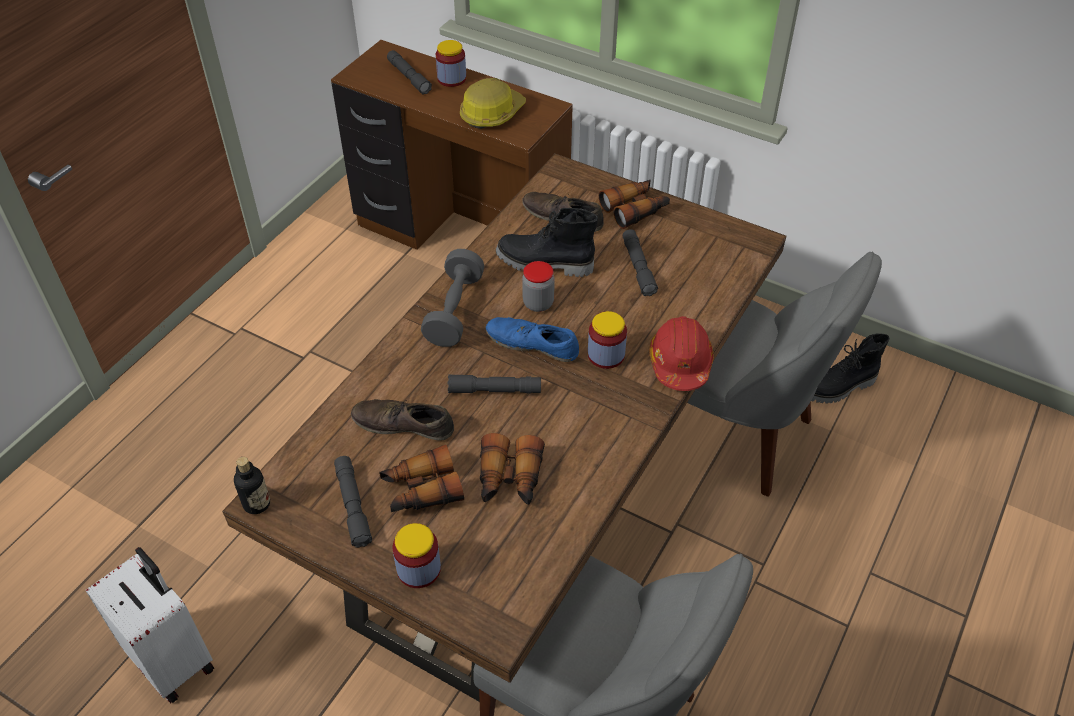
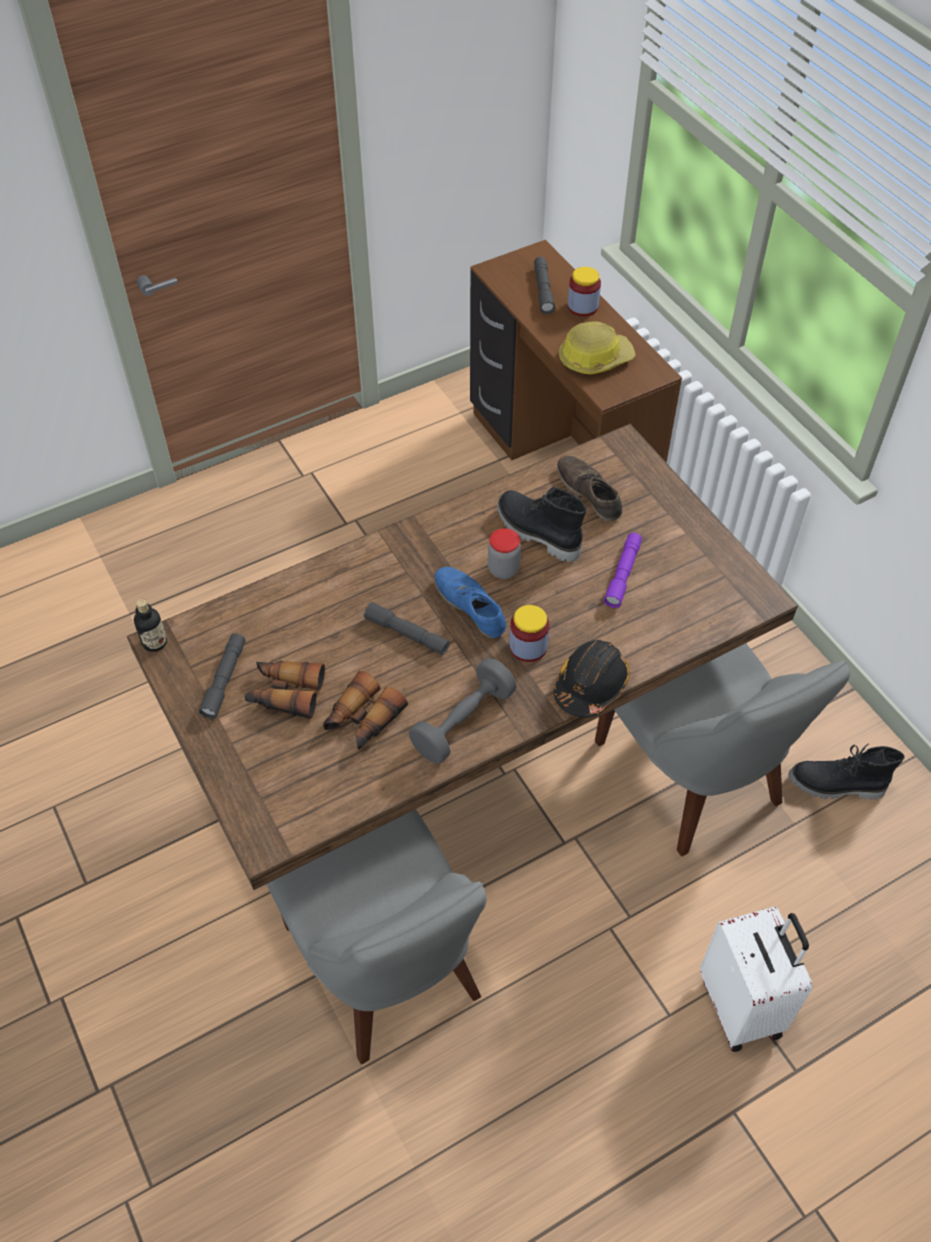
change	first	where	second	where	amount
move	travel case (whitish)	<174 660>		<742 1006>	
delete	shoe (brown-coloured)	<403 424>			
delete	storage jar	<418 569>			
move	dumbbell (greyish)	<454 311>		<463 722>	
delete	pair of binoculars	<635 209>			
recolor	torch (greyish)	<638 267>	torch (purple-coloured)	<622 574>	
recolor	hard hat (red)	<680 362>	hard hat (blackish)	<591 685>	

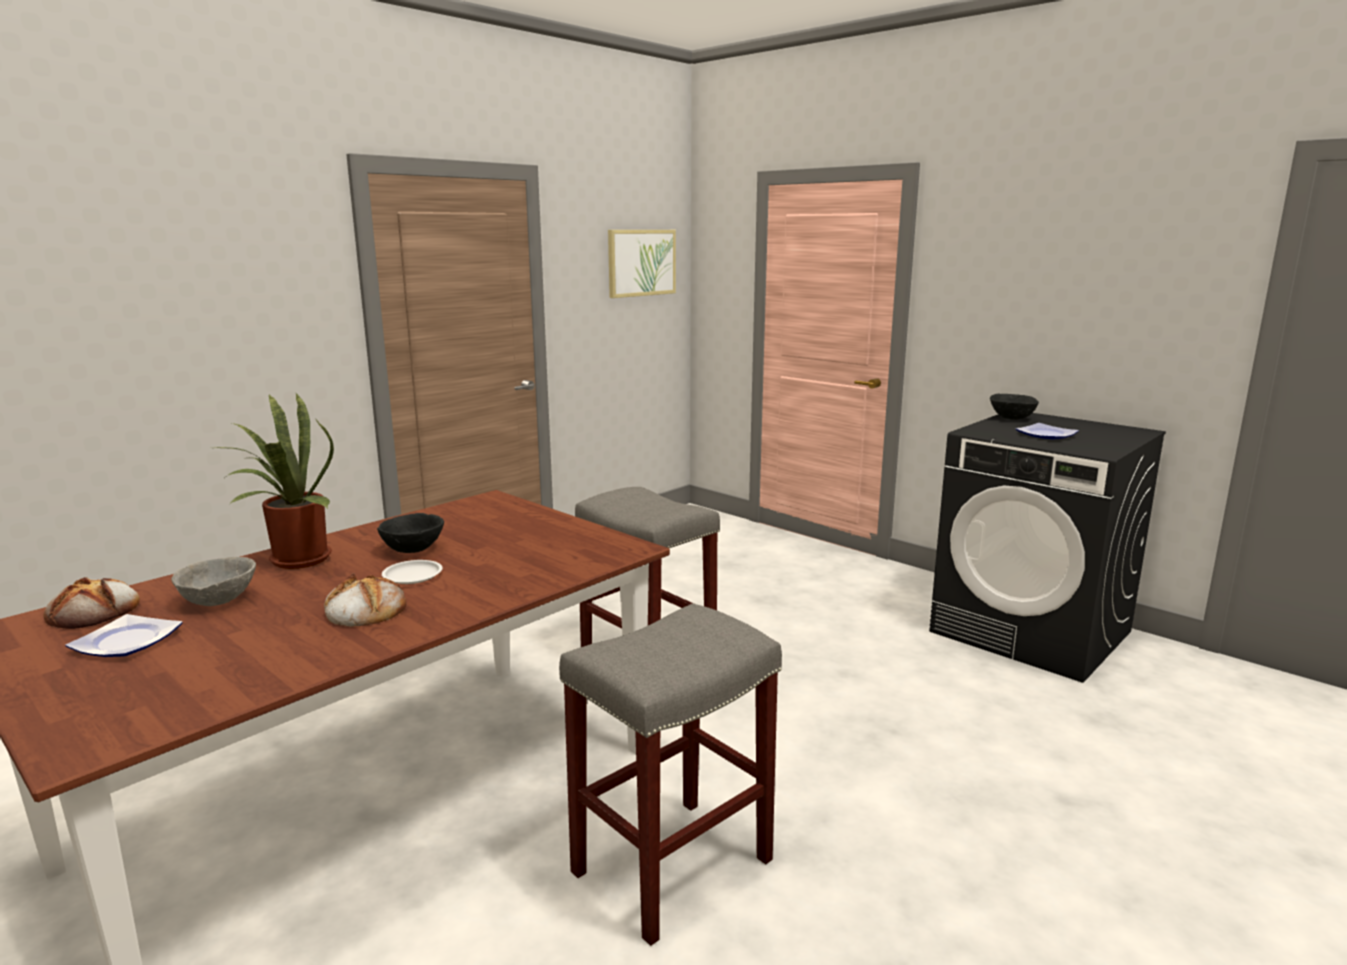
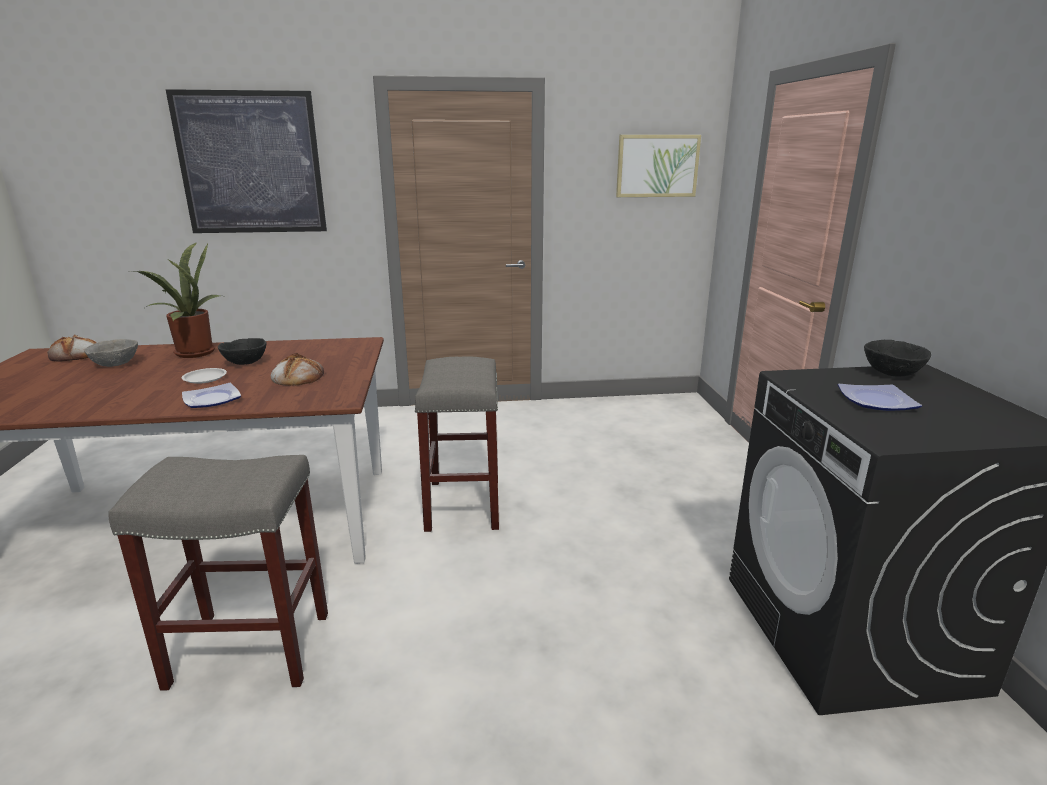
change	first	where	second	where	amount
move	dinner plate	<129 641>		<213 399>	
move	baked bread	<364 609>		<297 377>	
insert			wall art	<251 163>	

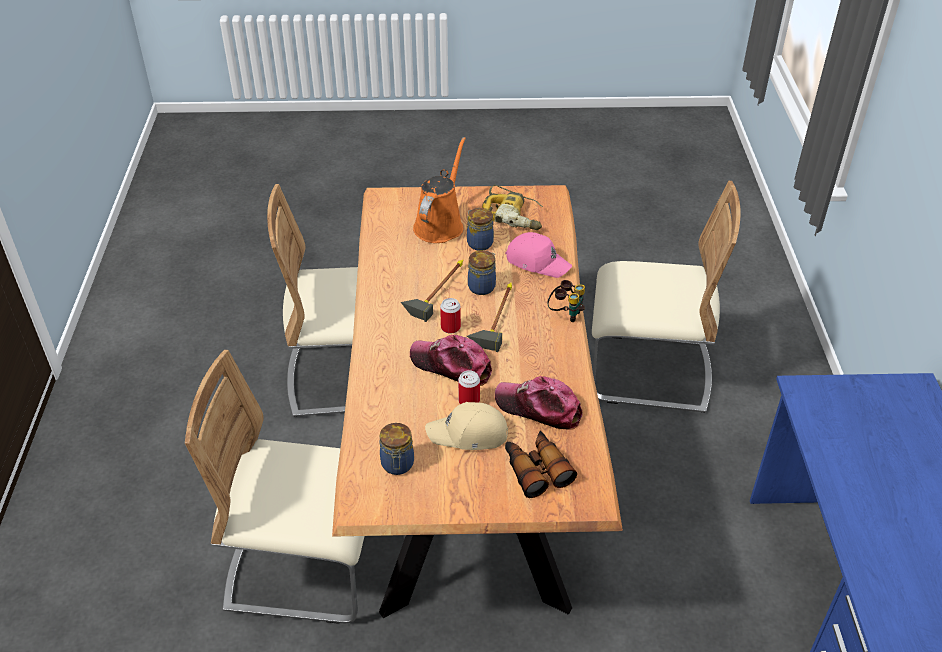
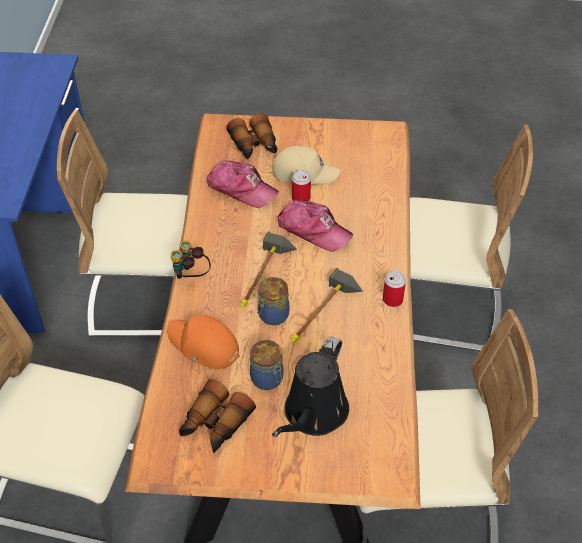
change	first	where	second	where	amount
delete	storage jar	<397 465>			
recolor	sprinkling can (orange-coloured)	<440 224>	sprinkling can (blackish)	<313 414>	
move	can	<450 327>		<392 300>	
replace	power drill	<514 215>	pair of binoculars	<215 425>	
recolor	peaked cap (pinkish)	<537 261>	peaked cap (orange-coloured)	<203 346>	
insert			upright chair (beige)	<150 299>	

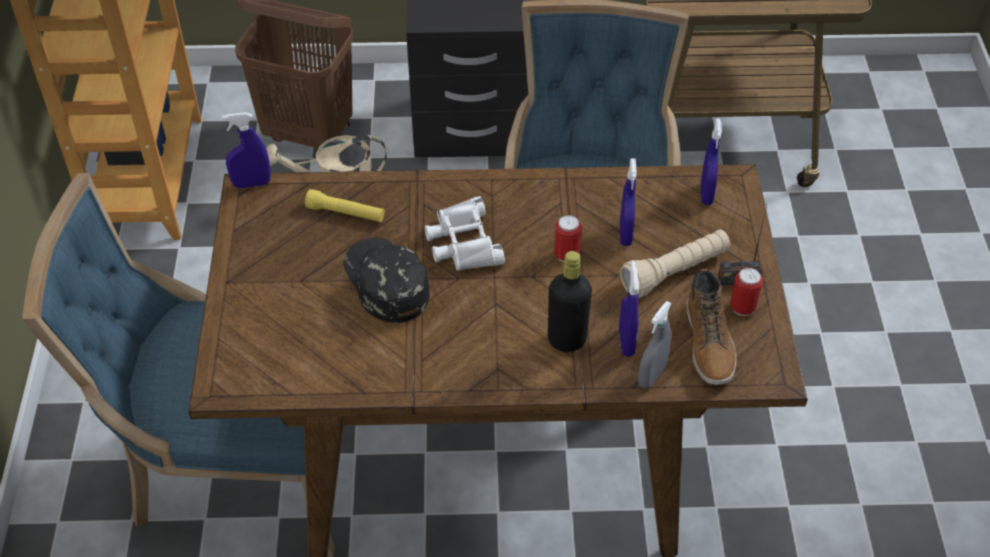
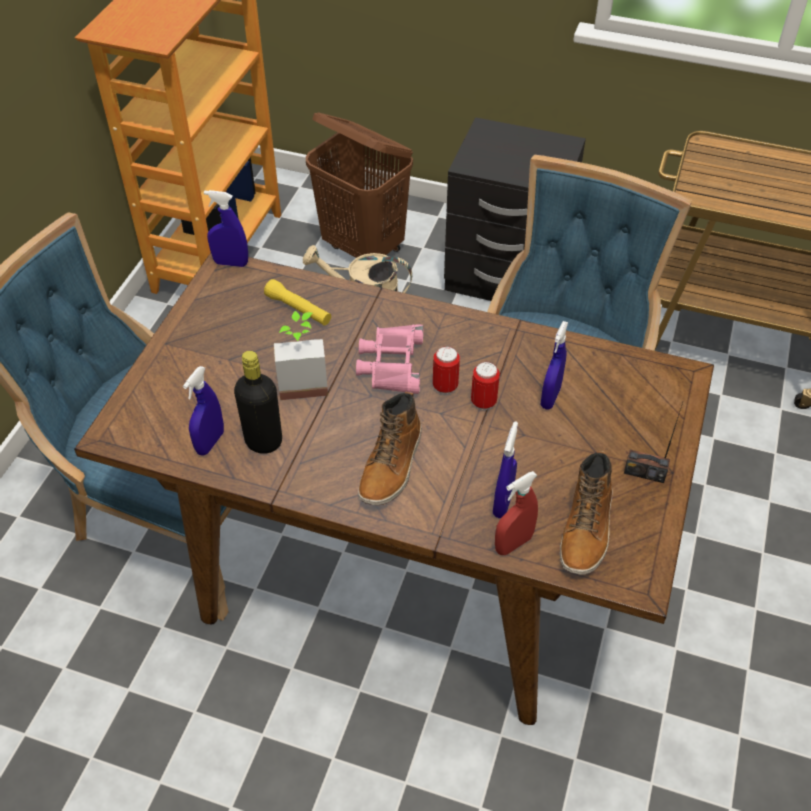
change	first	where	second	where	amount
replace	peaked cap (blackish)	<385 282>	potted plant	<302 381>	
recolor	pair of binoculars (whitish)	<462 242>	pair of binoculars (pinkish)	<391 364>	
move	drink bottle (blackish)	<567 340>		<264 441>	
delete	torch (beige)	<675 272>			
recolor	sprayer (greyish)	<652 375>	sprayer (red)	<513 544>	
move	sprayer (bluish)	<706 194>		<210 442>	
move	can	<742 308>		<445 386>	
insert			high-top boot	<392 465>	

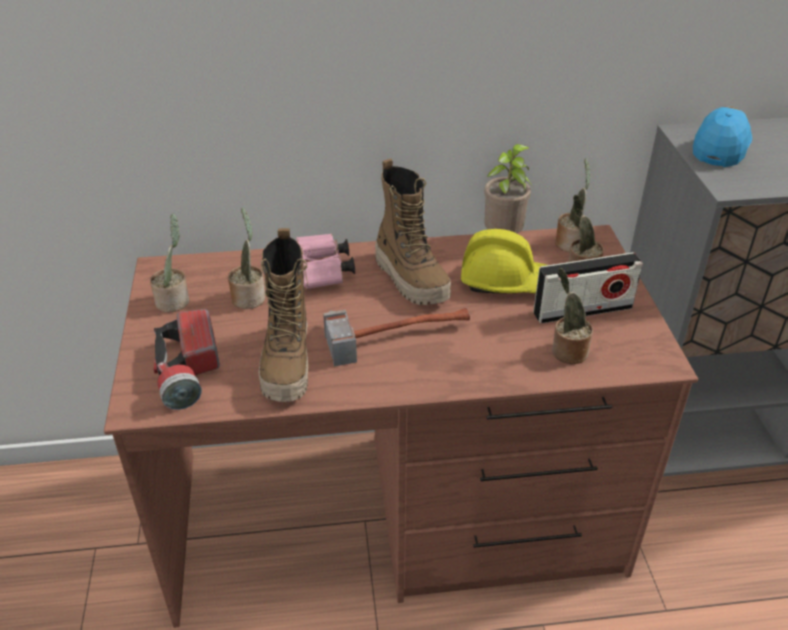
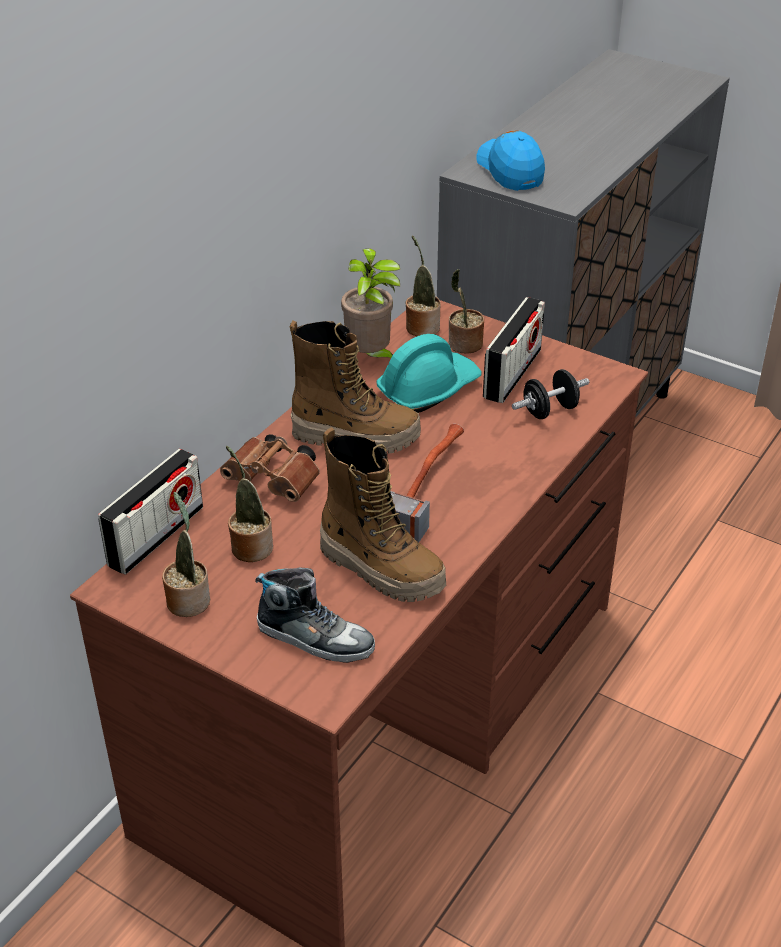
change	first	where	second	where	amount
replace	torch	<188 371>	shoe	<315 637>	
recolor	pair of binoculars (pinkish)	<323 273>	pair of binoculars (brown-coloured)	<276 482>	
recolor	hard hat (yellowish)	<506 282>	hard hat (blue-green)	<428 389>	
replace	potted plant	<567 351>	dumbbell (blackish)	<549 410>	
insert			radio	<156 536>	

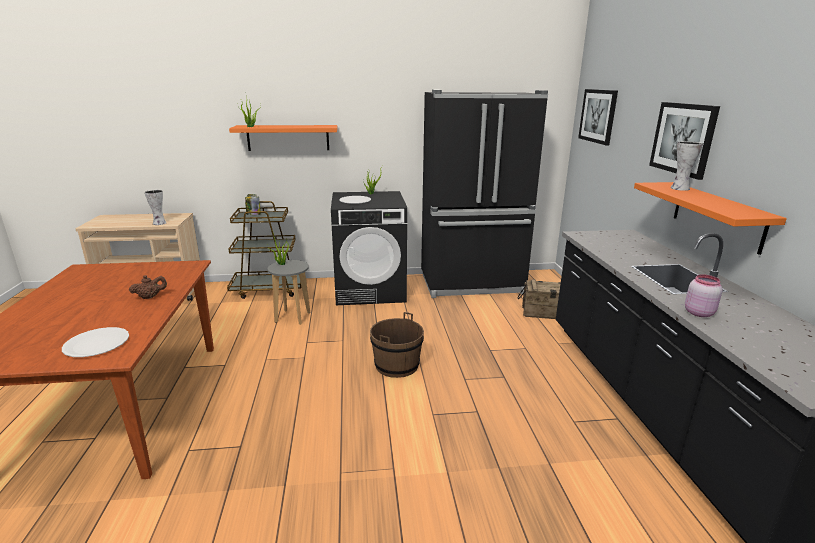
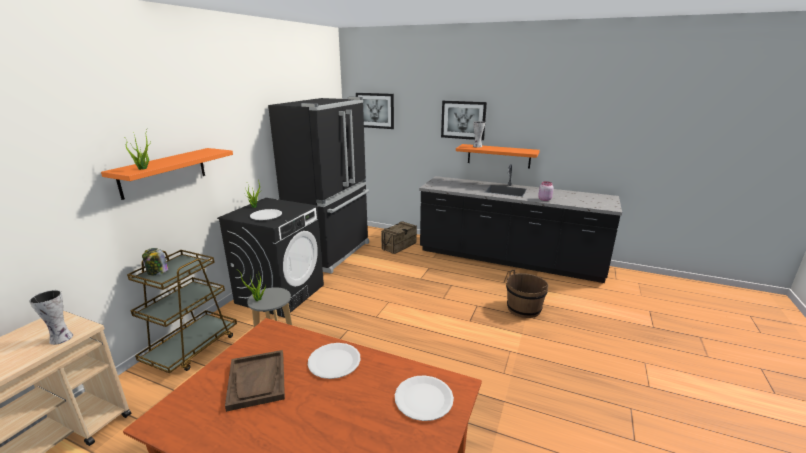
change	first	where	second	where	amount
replace	tea pot (brown-coloured)	<150 297>	dinner plate (whitish)	<334 361>	
move	pail (brown-coloured)	<397 365>		<523 308>	
insert			carrying tray (brown-coloured)	<257 380>	

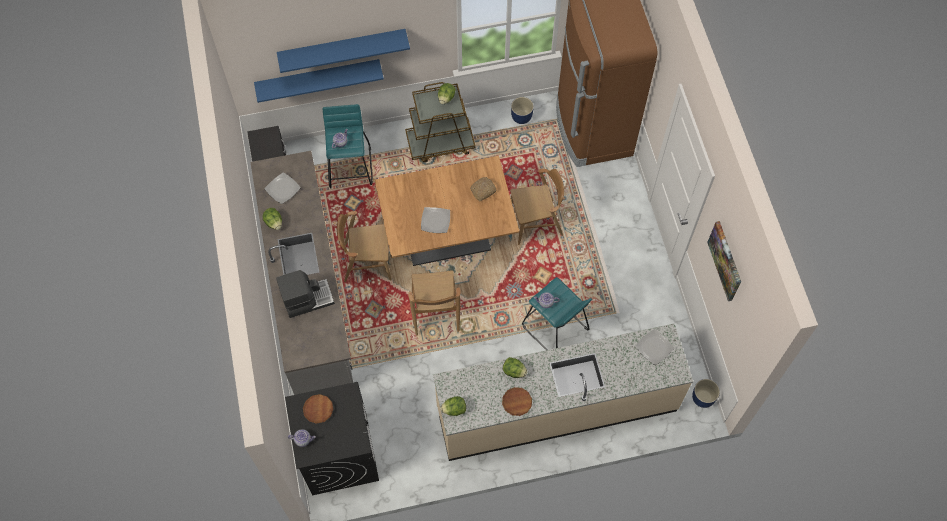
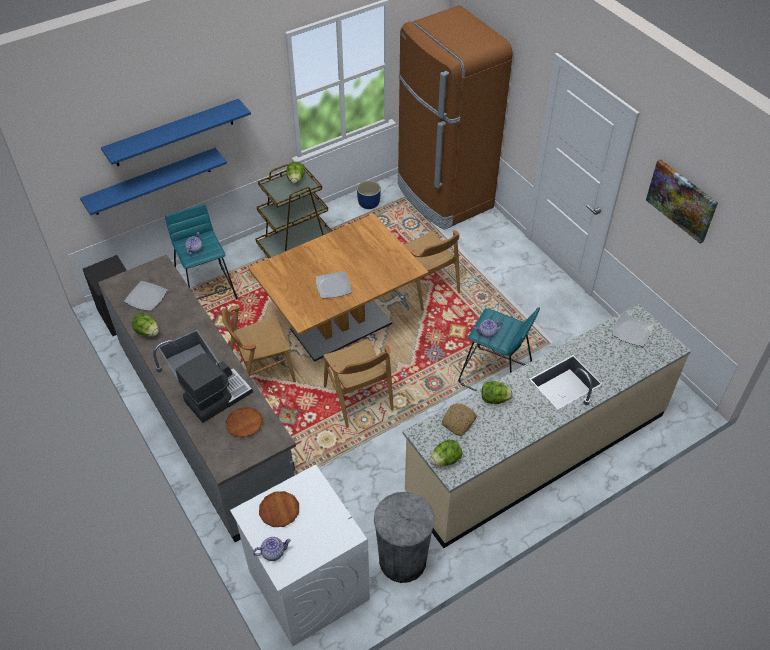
change	first	where	second	where	amount
recolor	laundry appliance (blackish)	<339 453>	laundry appliance (whitish)	<307 584>	
move	baked bread	<483 191>		<458 422>	
move	dinner plate (brown-coloured)	<517 402>		<244 424>	
rotate	upright chair (brown-coloured)	<535 222>		<426 286>	90 degrees clockwise
delete	flower pot (bluish)	<703 398>			
insert			rubbish bin (greyish)	<402 560>	

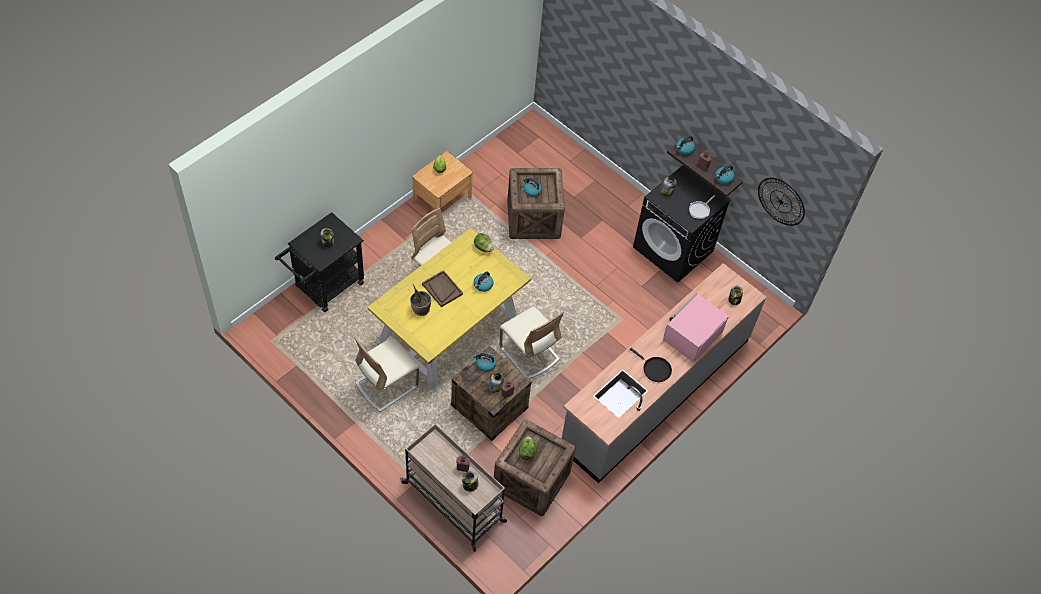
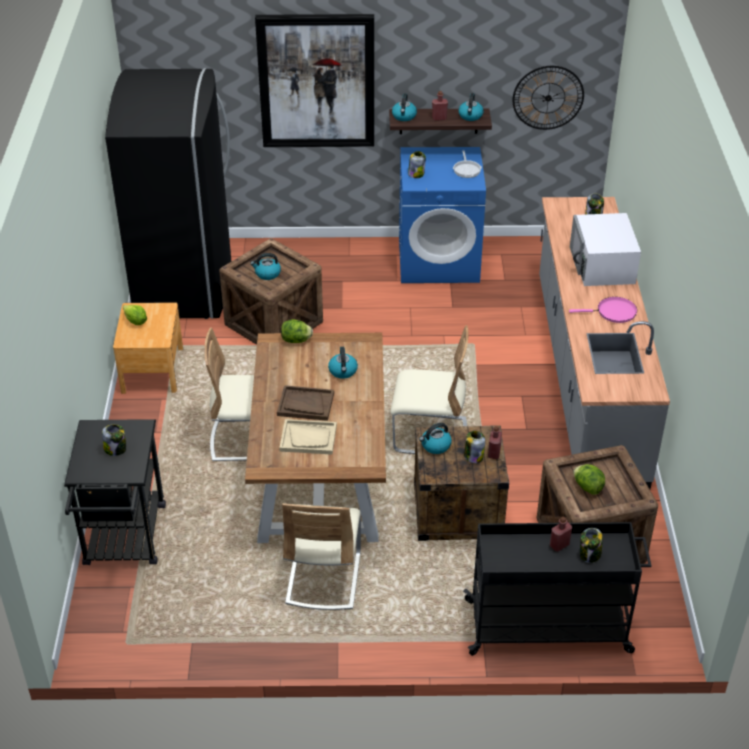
change	first	where	second	where	amount
recolor	dinner table (yellowish)	<449 329>	dinner table (brown-coloured)	<319 475>	
recolor	trolley (beige)	<454 503>	trolley (blackish)	<549 626>	
replace	potted plant	<420 309>	carrying tray (beige)	<308 438>	
recolor	skillet (blackish)	<655 369>	skillet (pinkish)	<613 312>	
recolor	laundry appliance (blackish)	<673 249>	laundry appliance (bluish)	<439 260>	
recolor	microwave (pinkish)	<692 335>	microwave (whitish)	<602 265>	
insert			kitchen fridge (blackish)	<185 282>	
insert			wall art	<316 81>	

